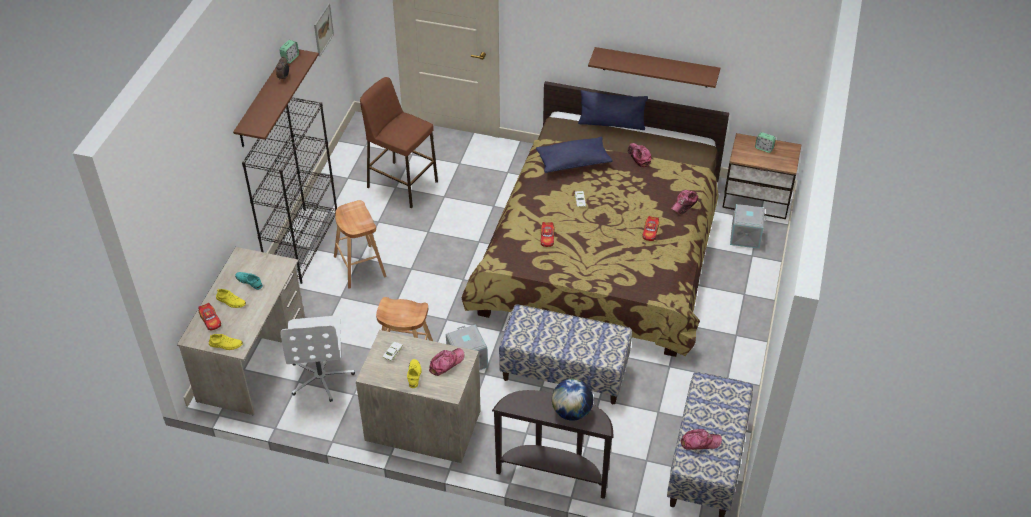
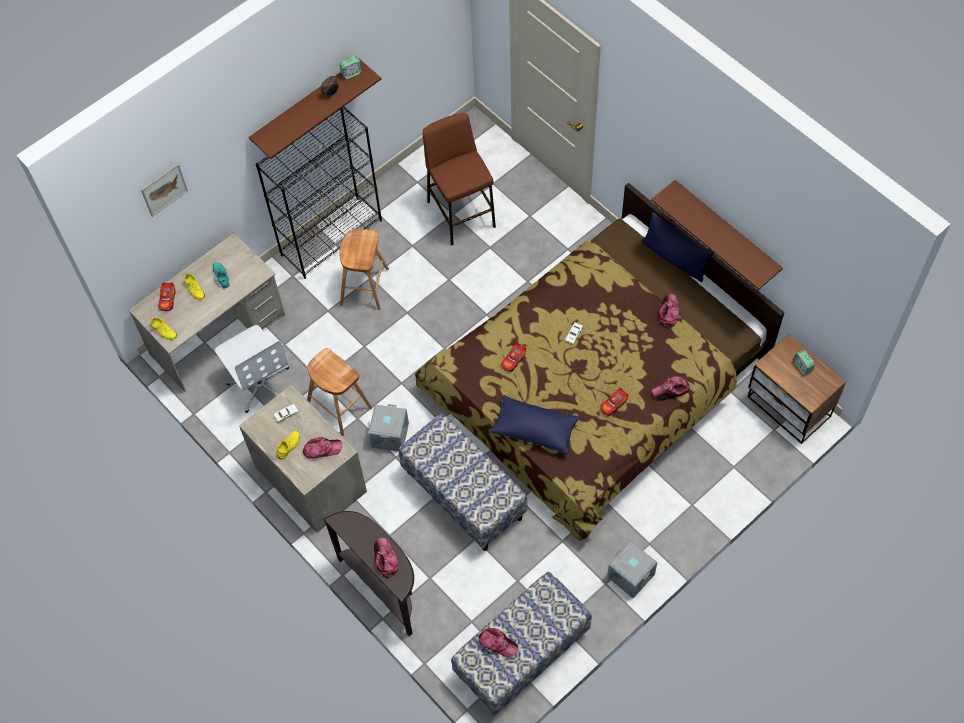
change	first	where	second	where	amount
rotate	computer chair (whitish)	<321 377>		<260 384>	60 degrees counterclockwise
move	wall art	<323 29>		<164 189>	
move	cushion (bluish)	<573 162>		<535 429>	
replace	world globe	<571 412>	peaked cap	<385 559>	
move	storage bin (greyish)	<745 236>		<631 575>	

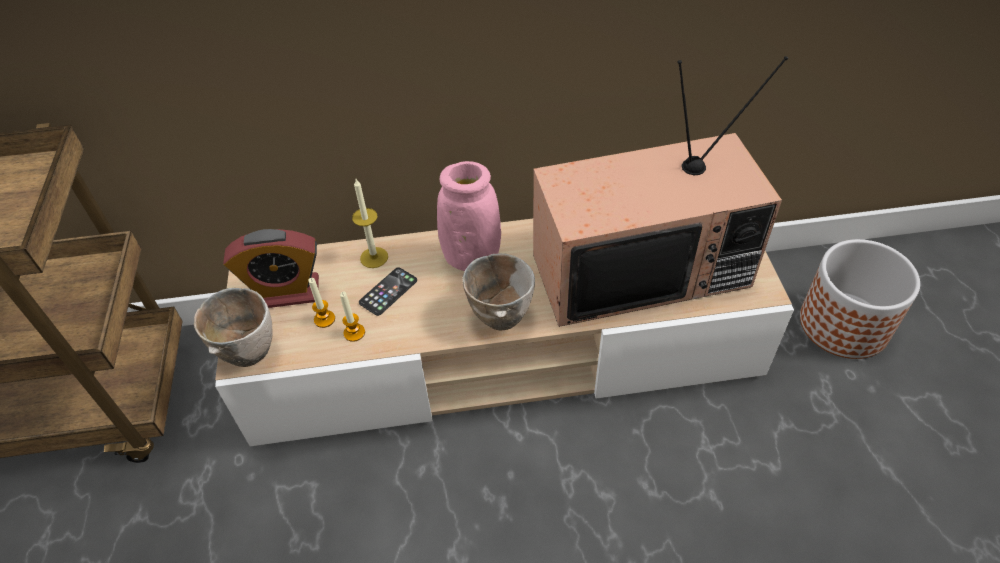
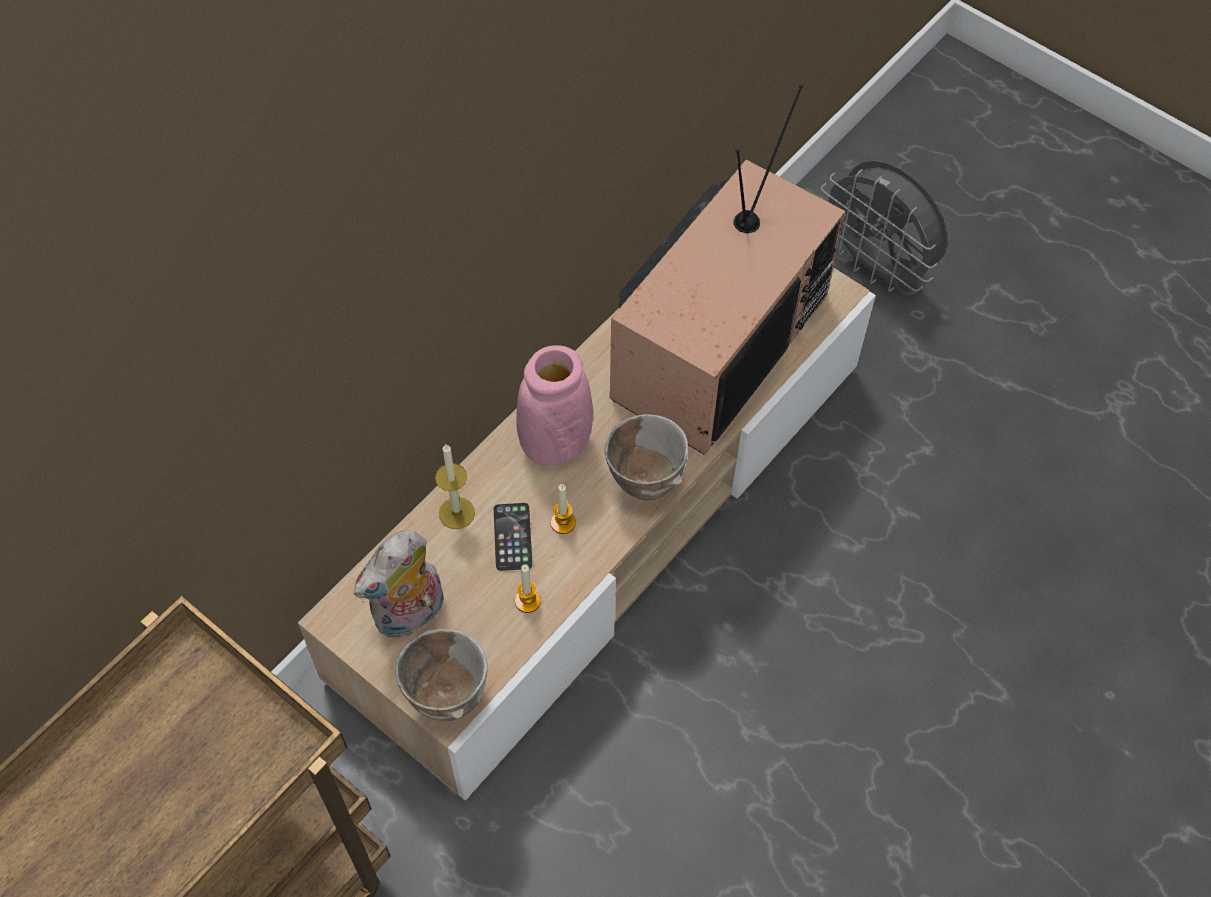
change	first	where	second	where	amount
replace	alarm clock	<285 293>	plush toy	<410 615>	
move	wax light	<324 319>		<563 522>	
replace	flower pot	<844 325>	cooling fan (greyish)	<876 266>	

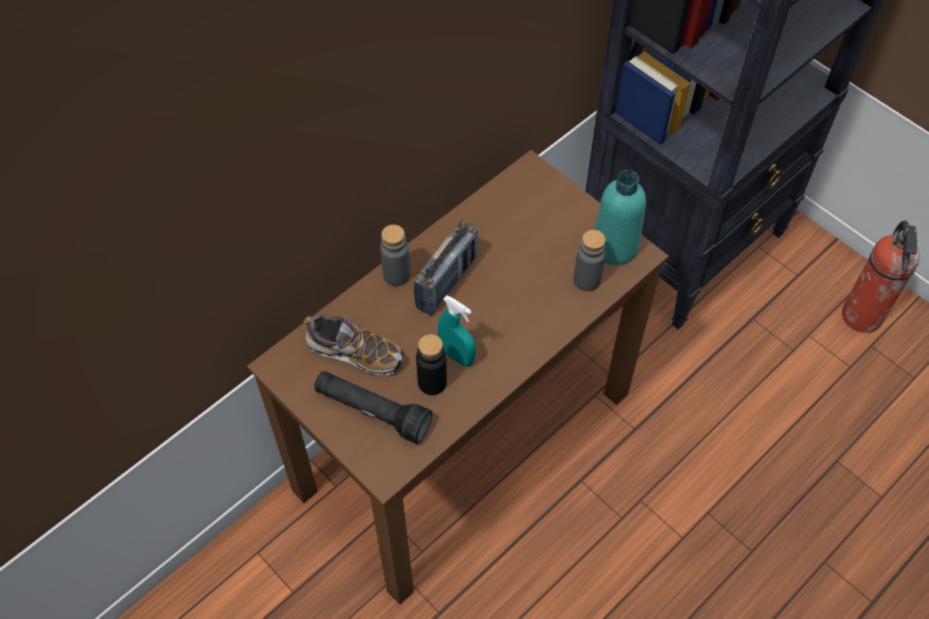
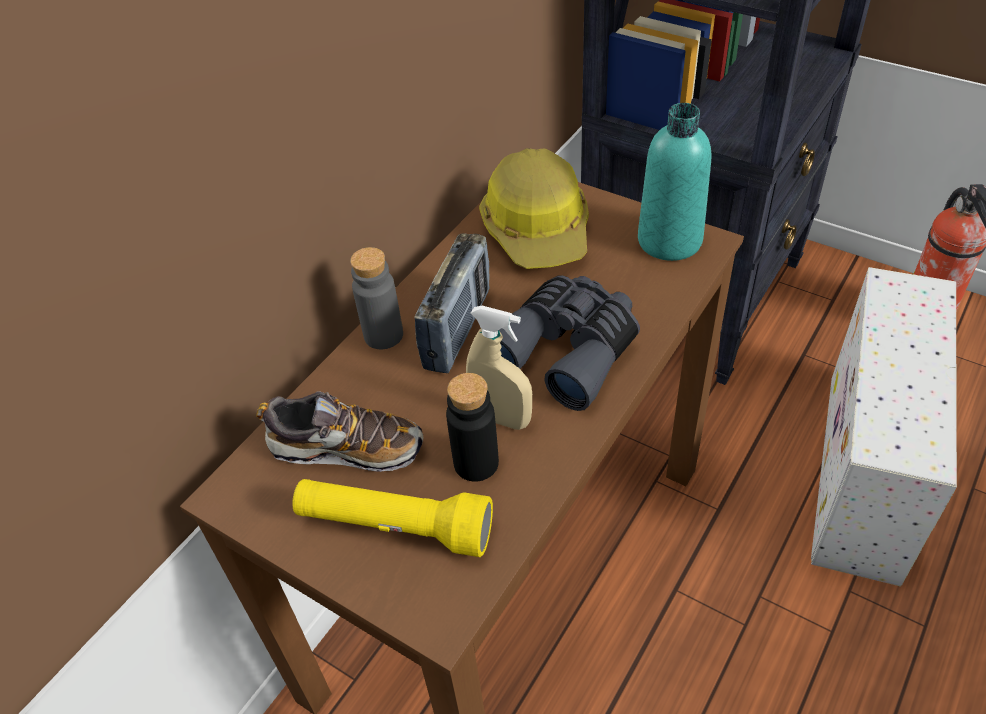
change	first	where	second	where	amount
recolor	torch (blackish)	<372 412>	torch (yellowish)	<395 527>	
recolor	sprayer (blue-green)	<456 356>	sprayer (beige)	<501 418>	
delete	drink bottle (greyish)	<587 280>			
insert			hard hat	<538 229>	
insert			pair of binoculars (greyish)	<567 350>	
insert			storage bin (whitish)	<863 474>	

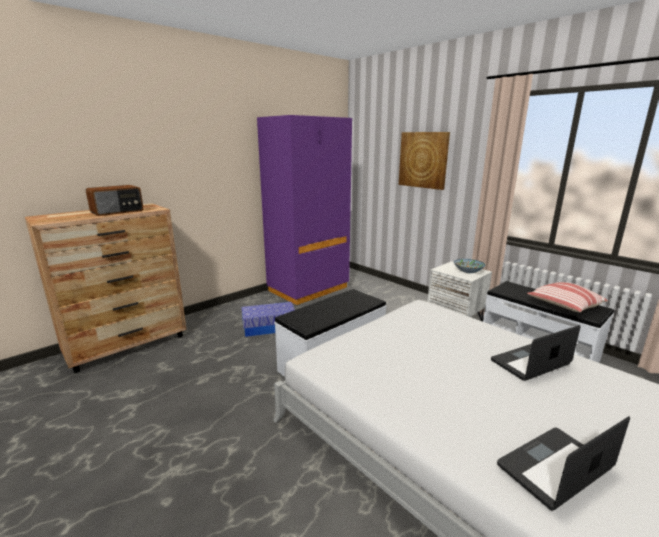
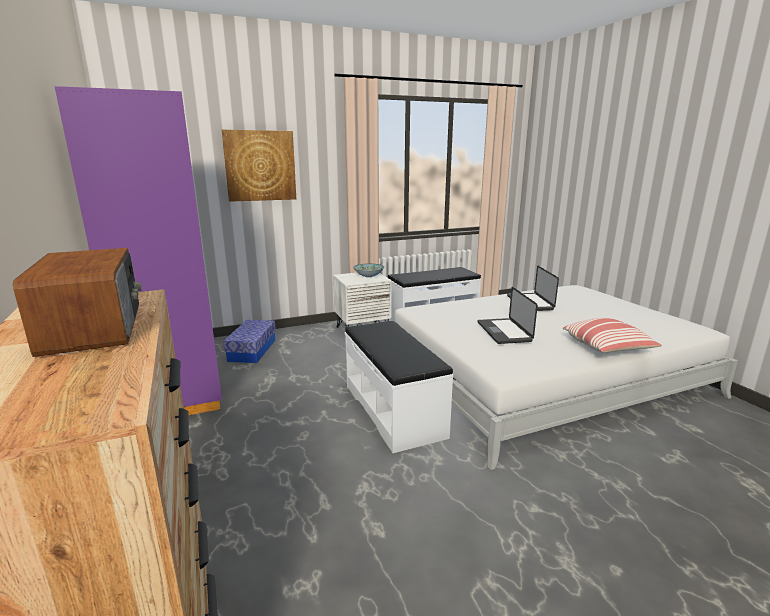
change	first	where	second	where	amount
move	storage bin	<269 327>		<252 350>	
move	laptop	<554 467>		<504 332>	
move	cushion	<564 306>		<608 348>	

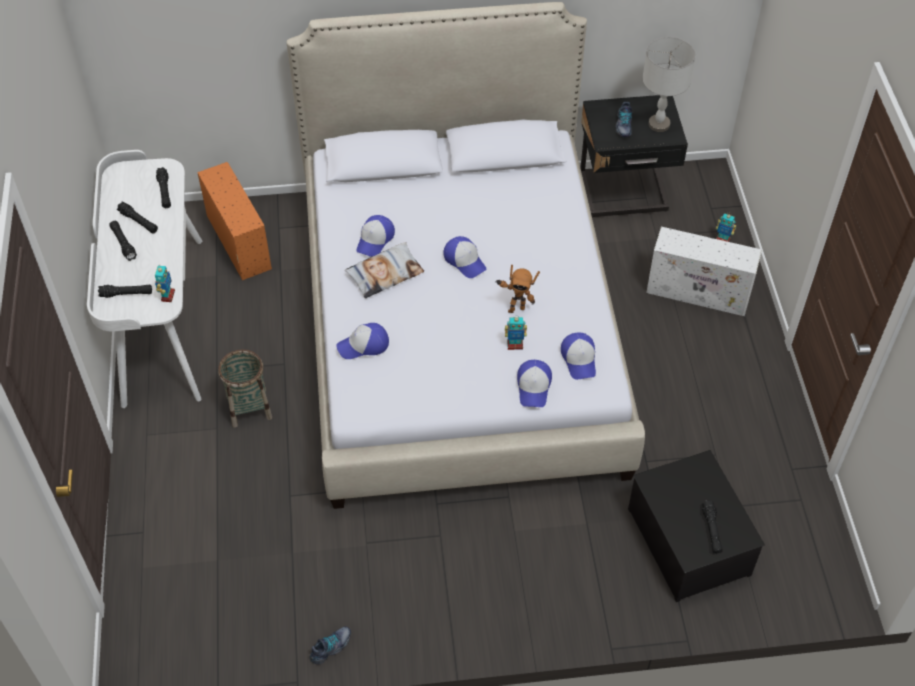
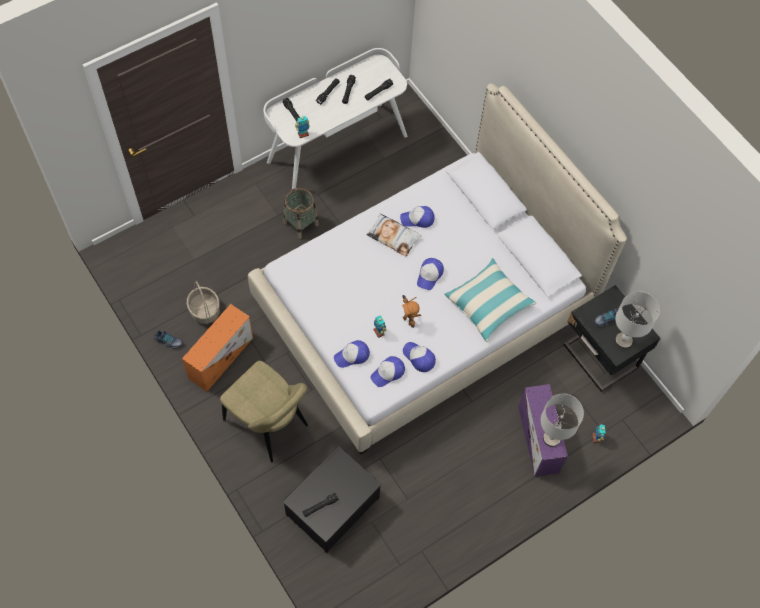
change	first	where	second	where	amount
move	storage bin (orange-coloured)	<238 241>		<221 357>	
move	peaked cap	<364 345>		<419 358>	
recolor	storage bin (whitish)	<699 292>	storage bin (purple-coloured)	<538 440>	
insert			basket	<204 310>	
insert			upright chair (beige)	<269 425>	
insert			cushion	<488 304>	
insert			tabletop lamp (greyish)	<551 438>	

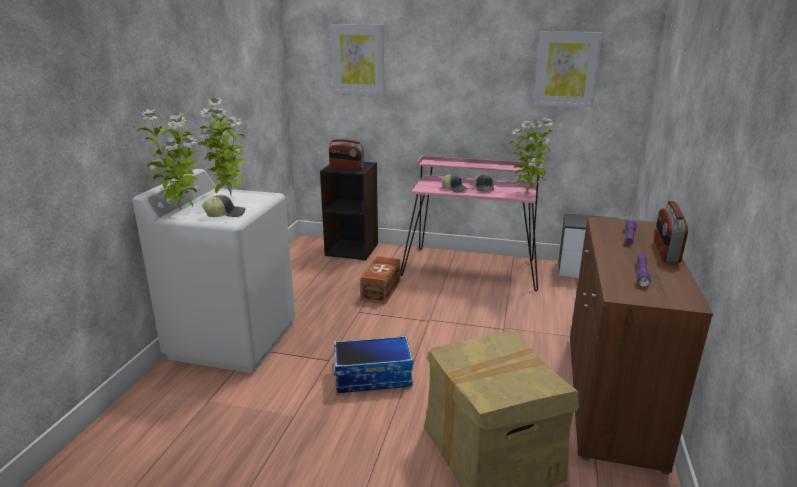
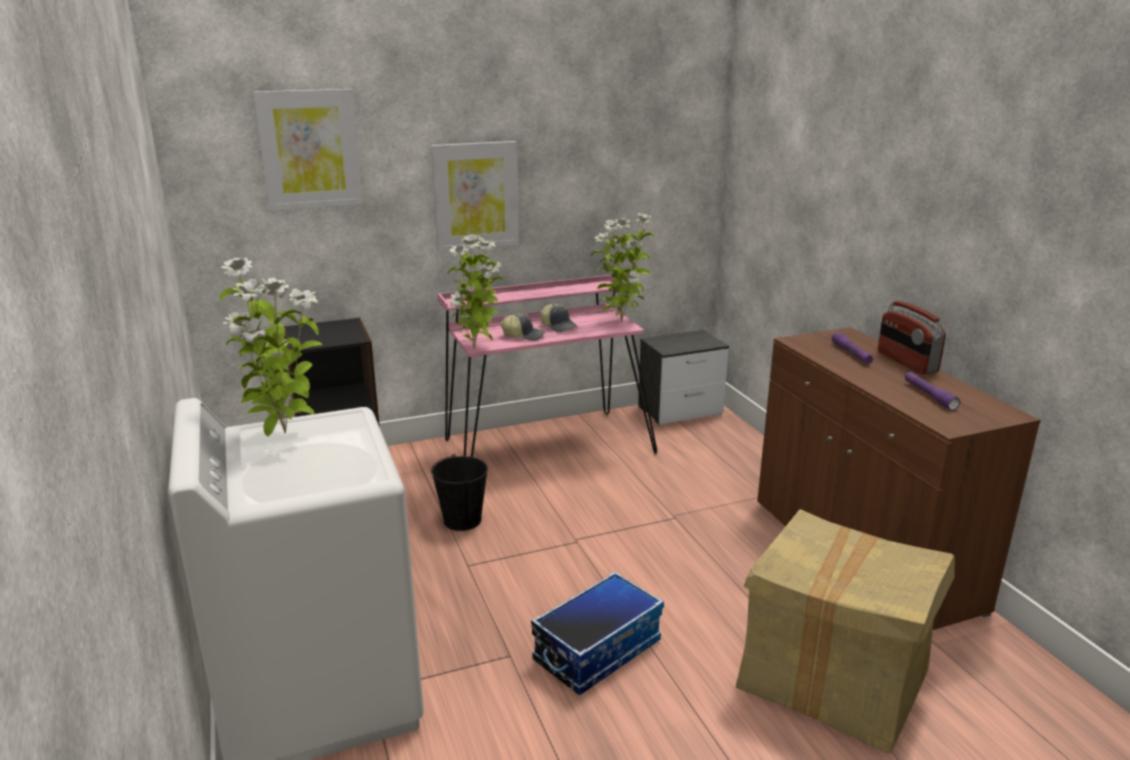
change	first	where	second	where	amount
move	potted plant	<182 210>		<476 348>	
delete	peaked cap	<225 214>			
delete	radio	<346 168>			
replace	storage bin (brown-coloured)	<382 290>	pail (blackish)	<462 520>	
move	wall art	<566 69>		<476 196>	

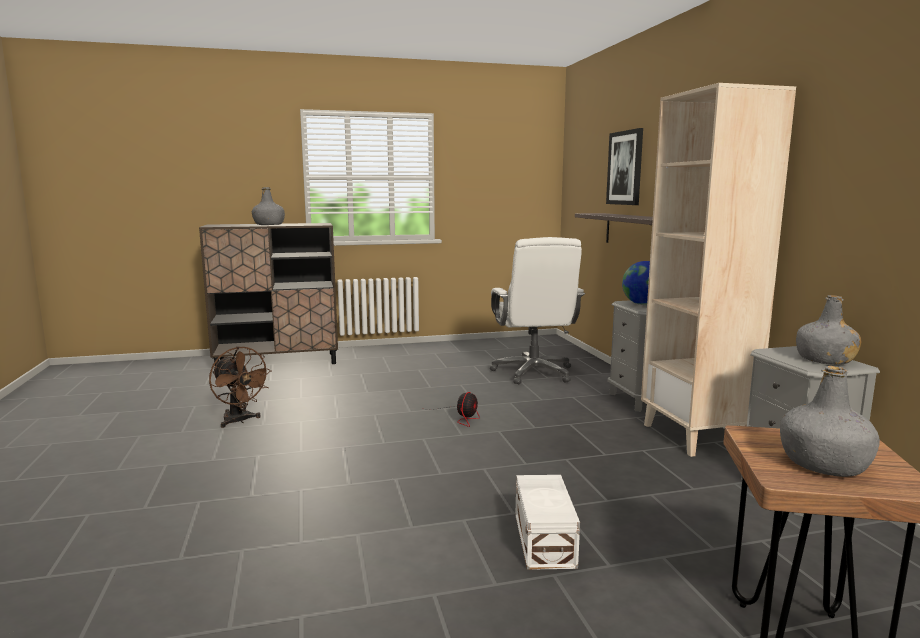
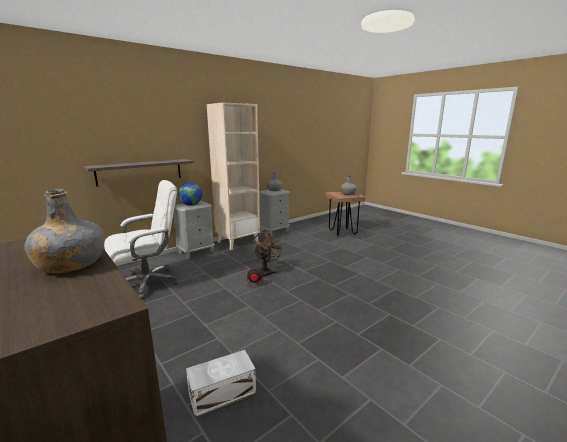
change	first	where	second	where	amount
move	cooling fan (brown-coloured)	<239 421>		<266 272>	
move	storage bin (whitish)	<545 539>		<221 393>	
delete	wall art	<625 168>			

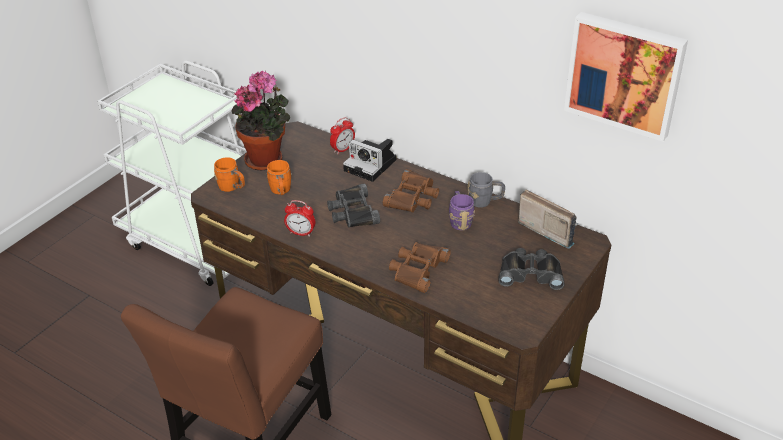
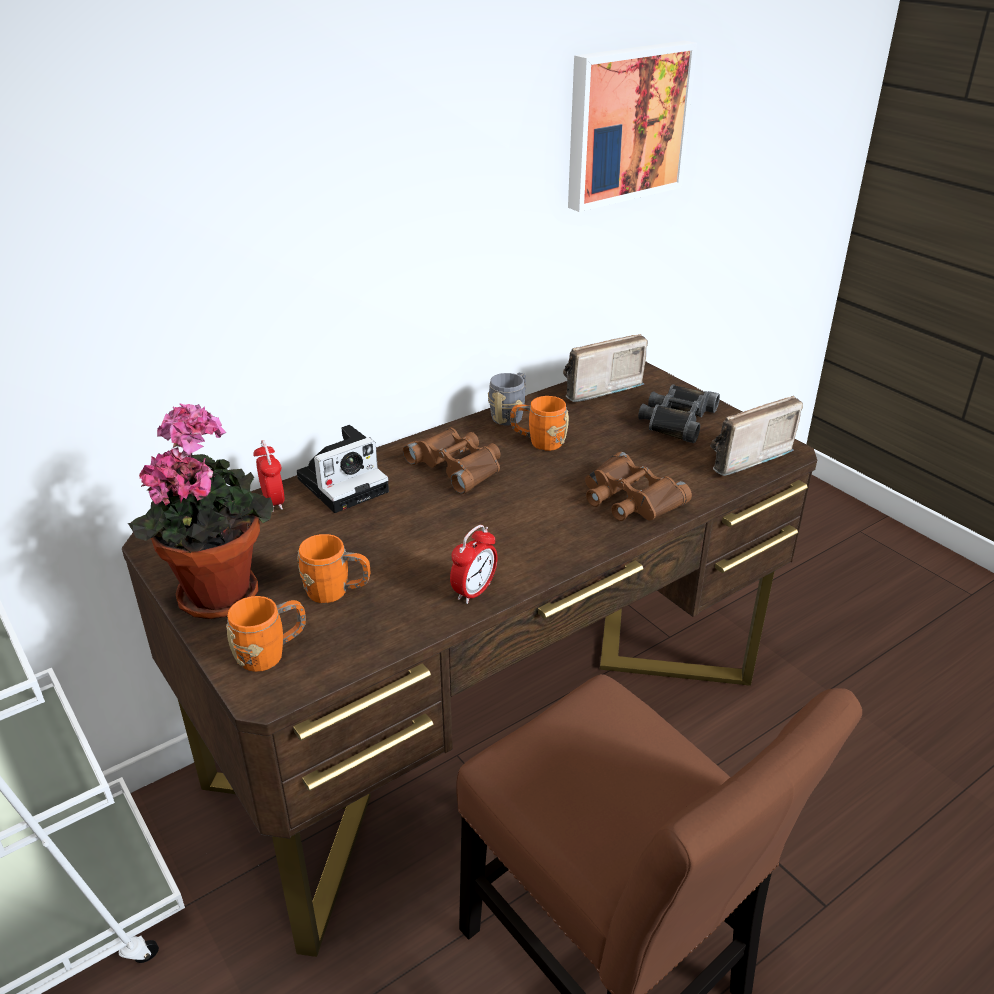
change	first	where	second	where	amount
delete	pair of binoculars (blackish)	<352 212>			
recolor	mug (purple-coloured)	<459 220>	mug (orange-coloured)	<538 442>	
insert			radio	<741 457>	

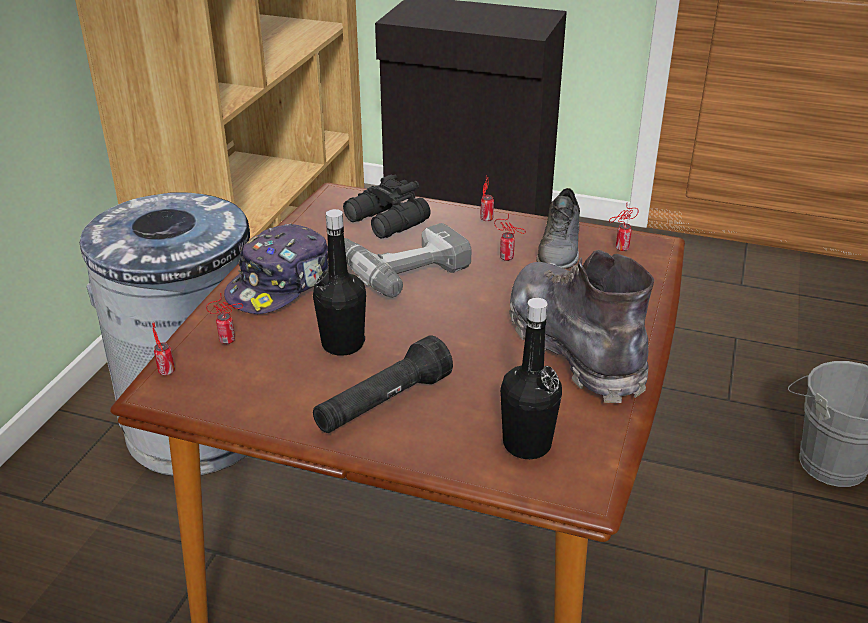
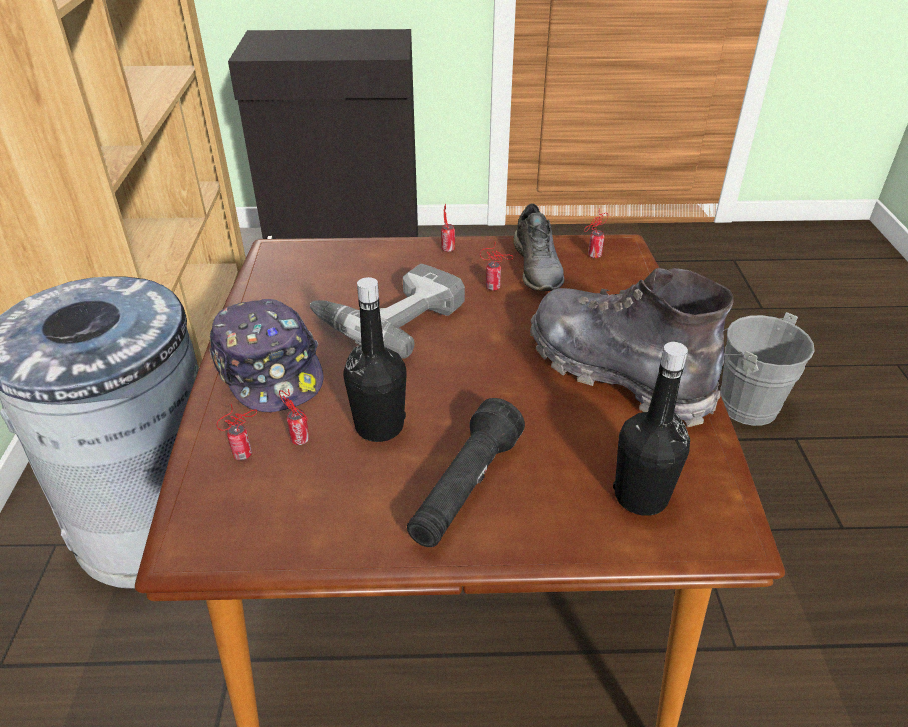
change	first	where	second	where	amount
move	can	<167 373>		<302 441>	
rotate	peaked cap	<280 285>		<269 369>	45 degrees counterclockwise
delete	pair of binoculars (blackish)	<386 222>			

